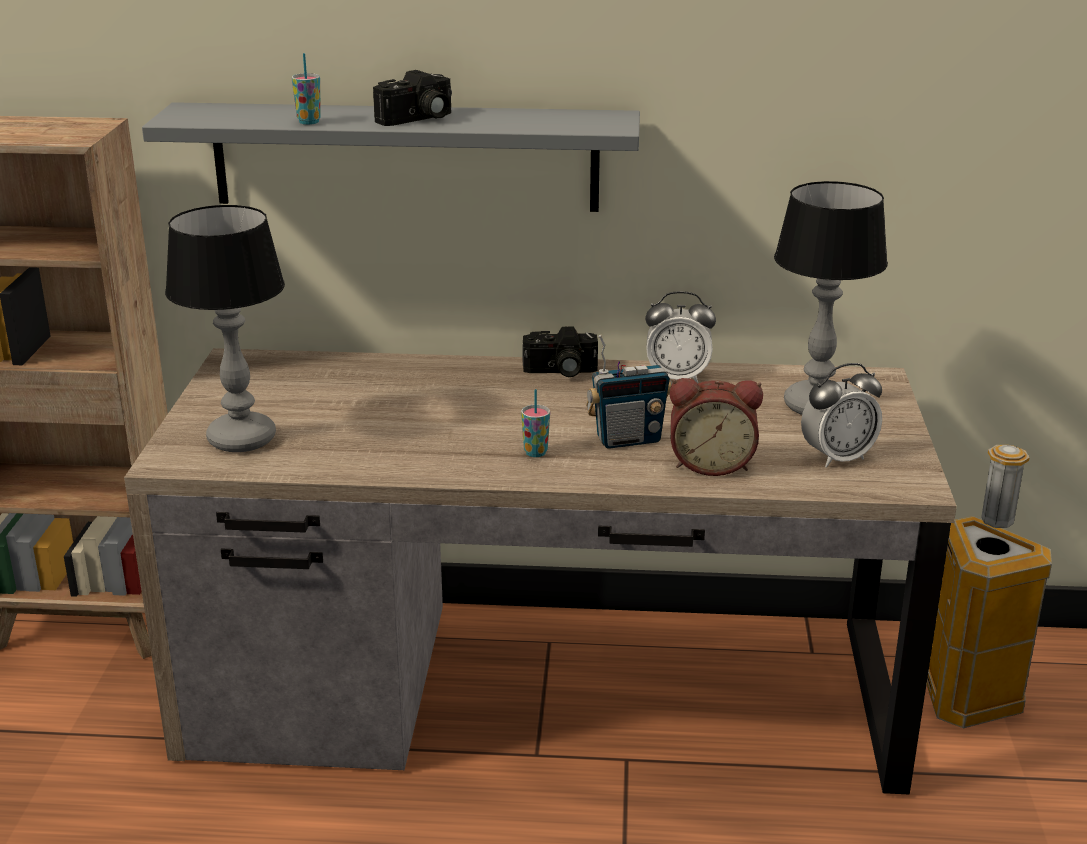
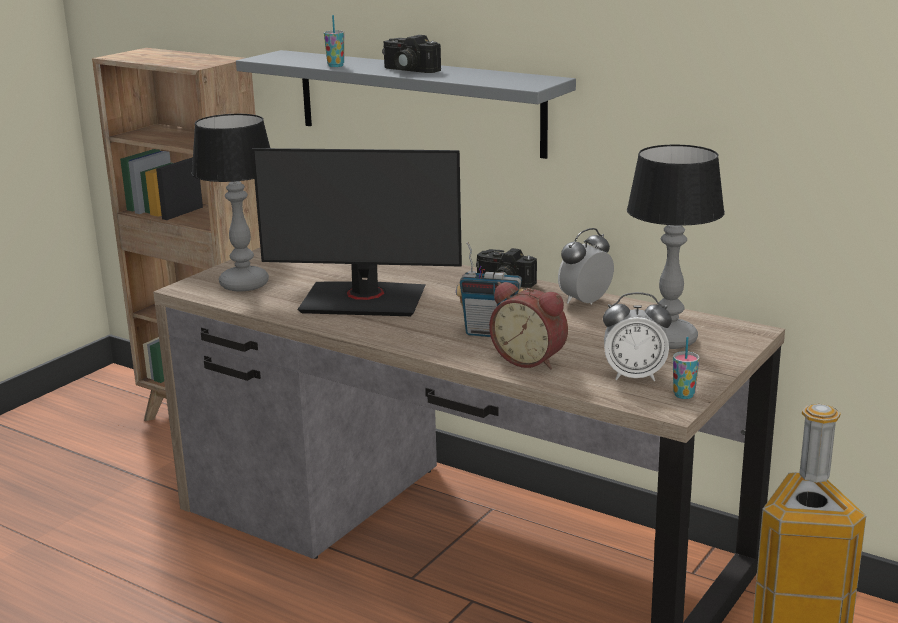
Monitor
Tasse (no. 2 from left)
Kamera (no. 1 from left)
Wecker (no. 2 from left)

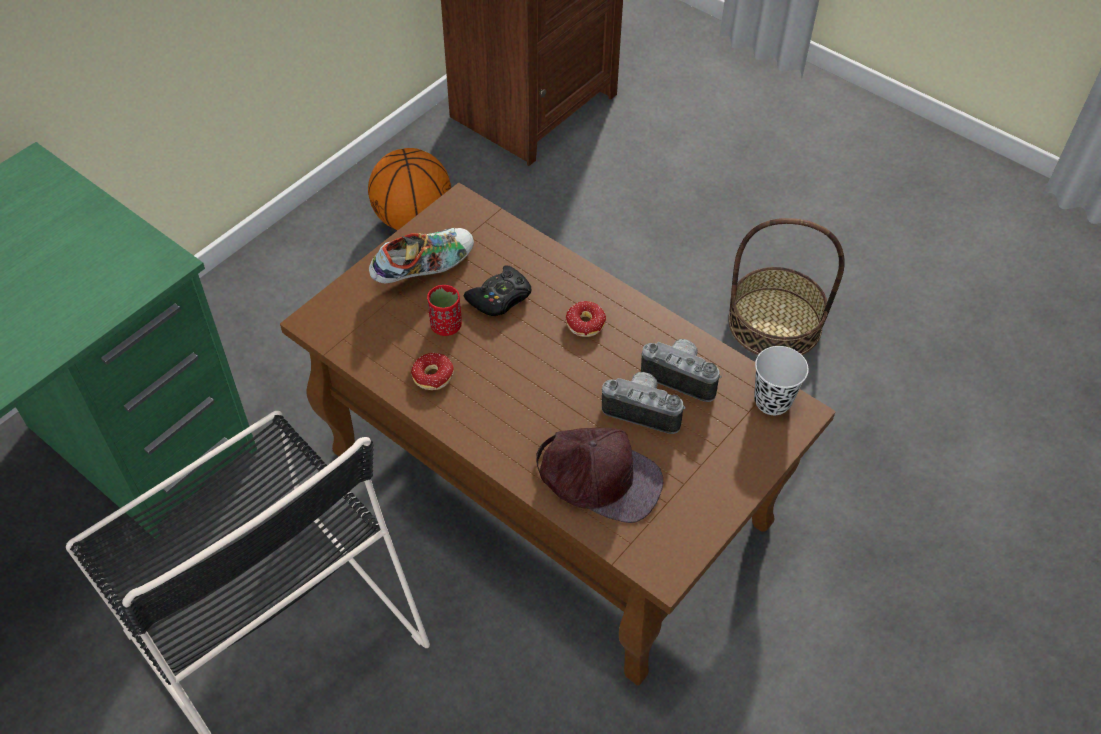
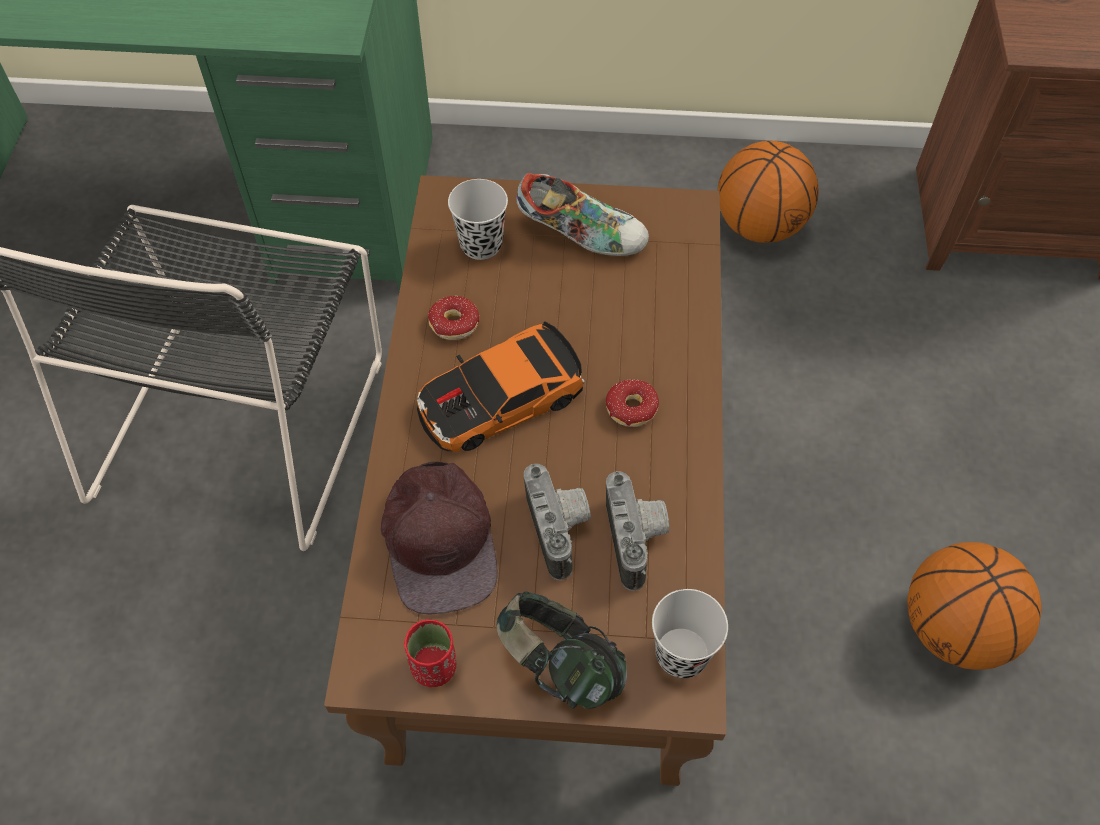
Gamepad/schwarz
Spielzeugauto
Tasse/schwarz (no. 1 from left)
Kopfhörer
Tasse/rot
Basketball (no. 2 from left)

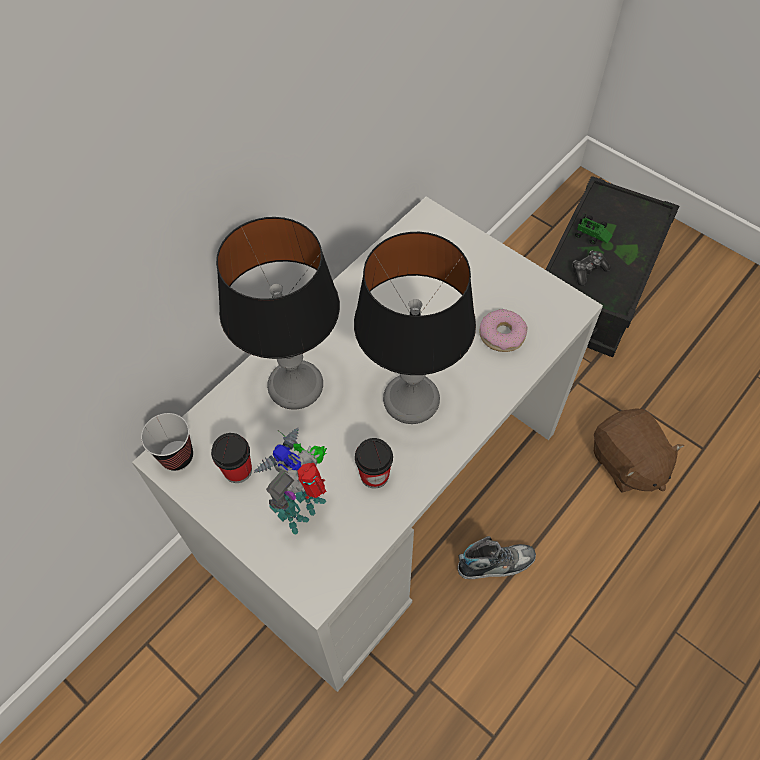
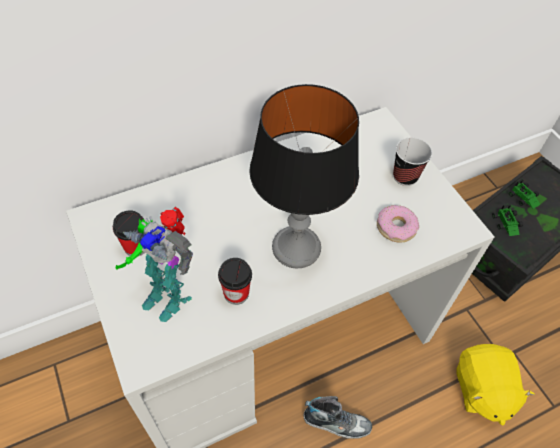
Tischlampe (no. 1 from left in the first image)
Tasse (no. 3 from left)
Spielzeugauto (no. 1 from left)
Plüschtier/gelb
Spielzeugroboter

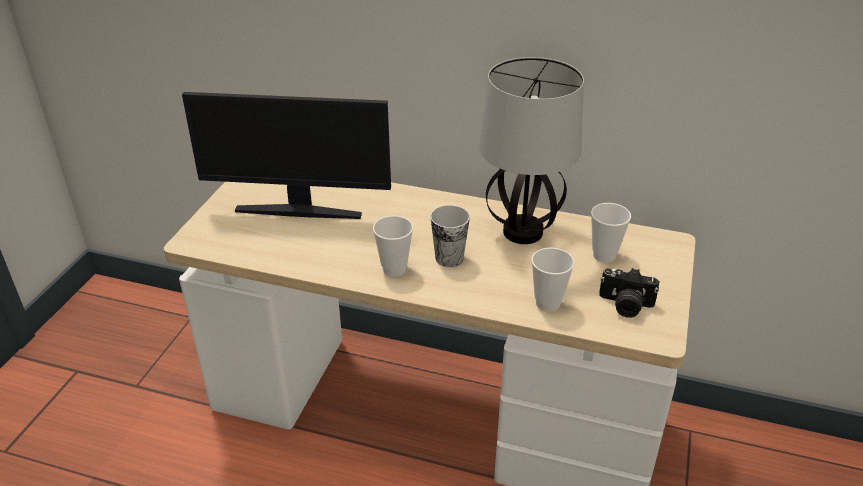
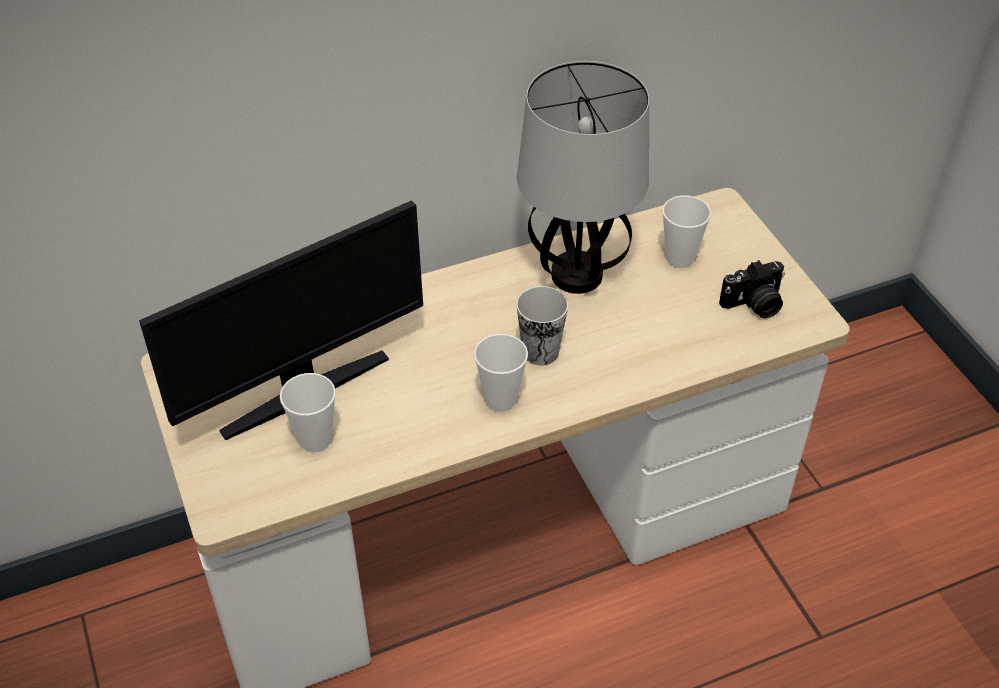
Tasse (no. 1 from left)

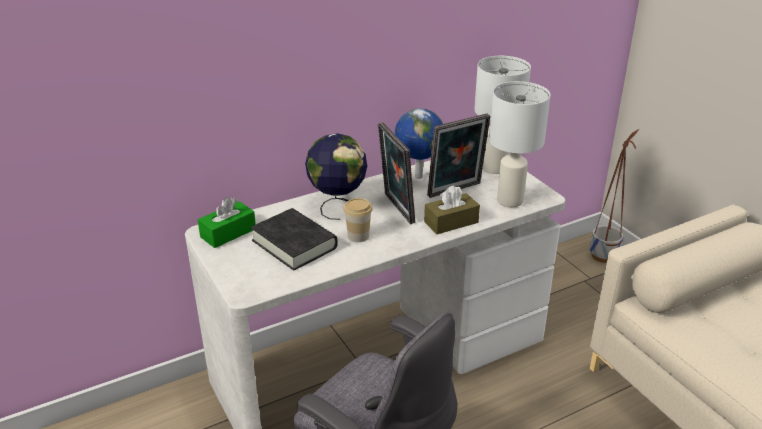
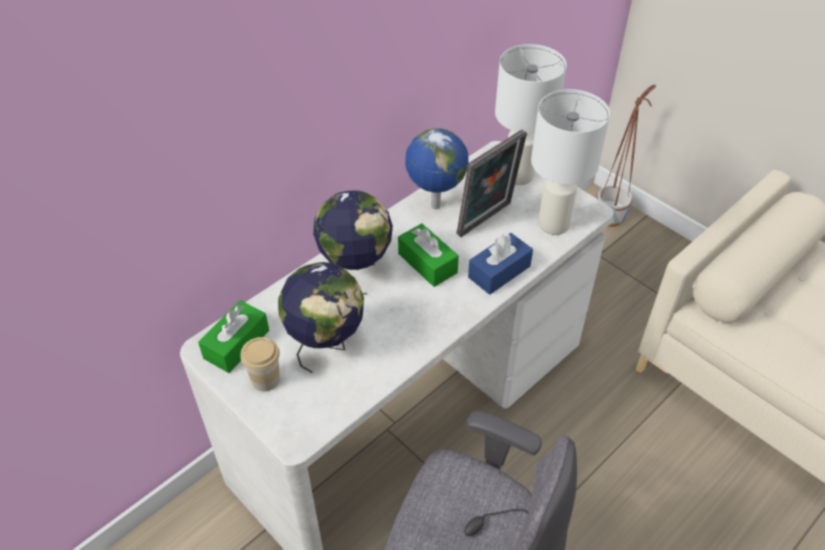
Tasse
Globus (no. 1 from left)
Taschentuchbox/grün (no. 2 from left)
Taschentuchbox/blau

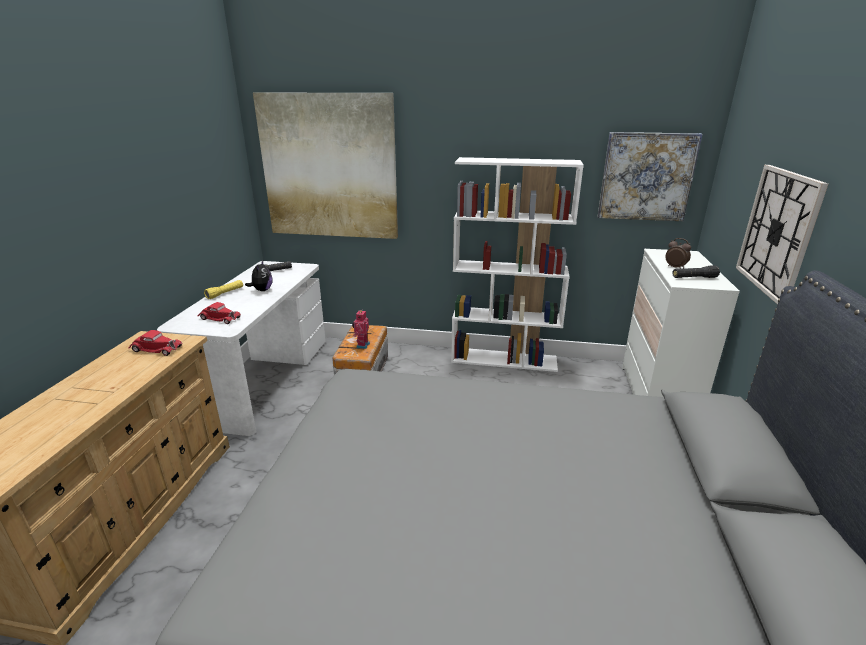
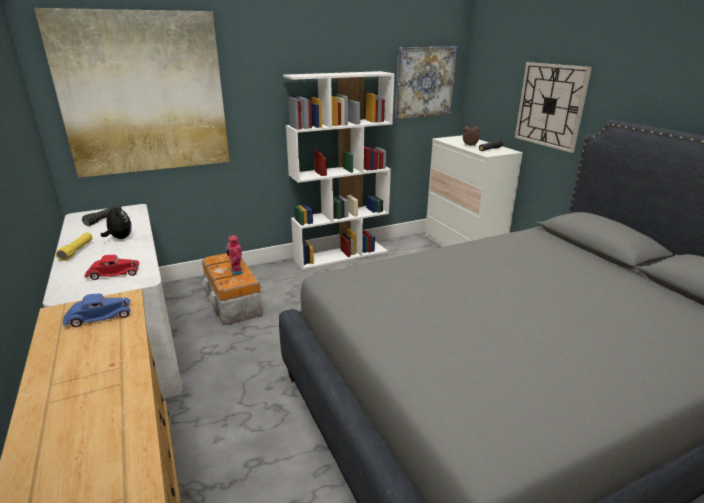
Spielzeugauto/blau

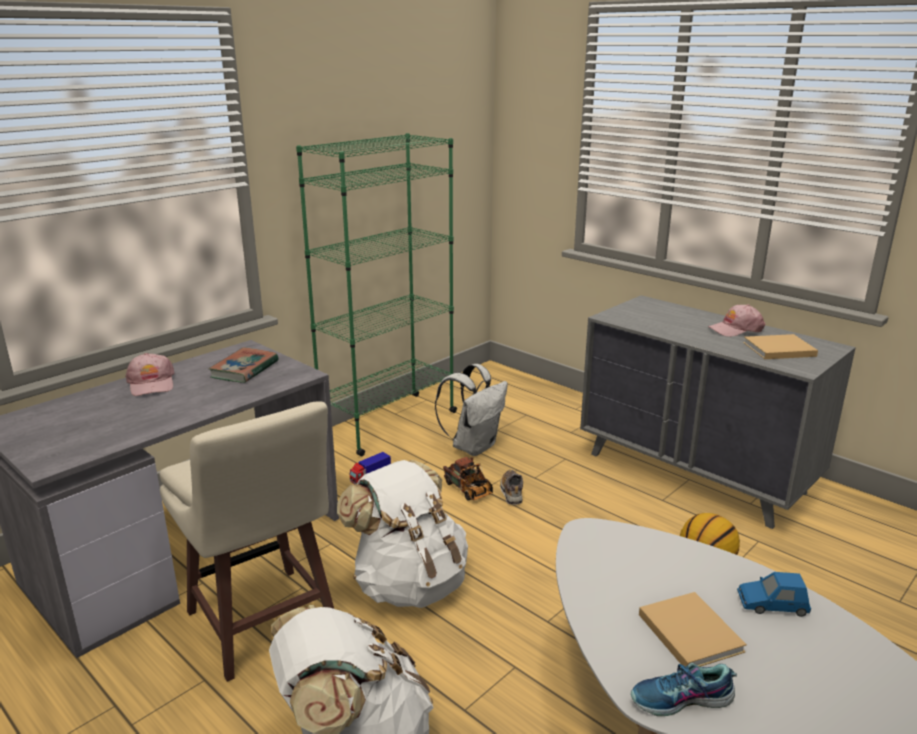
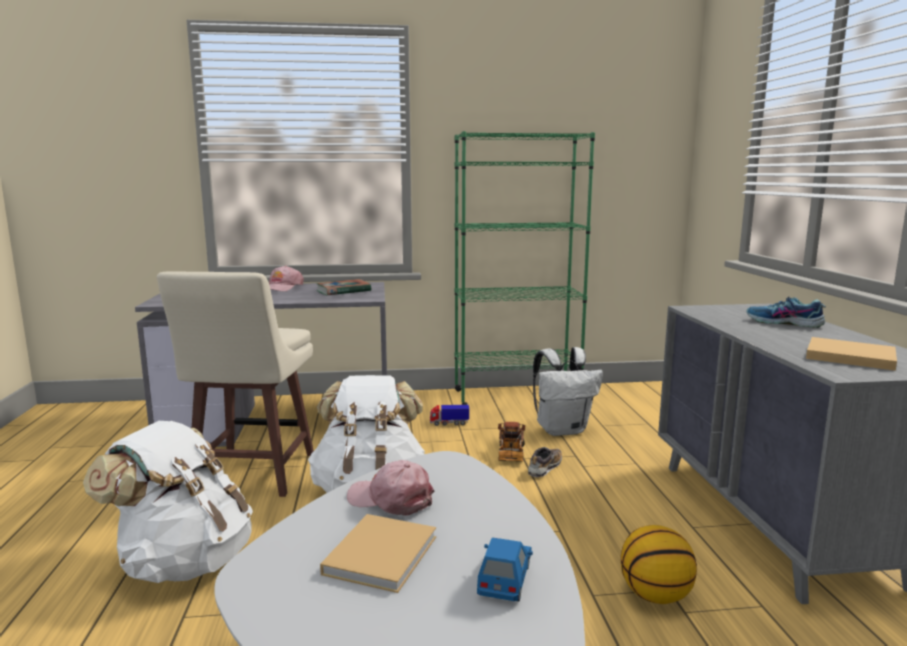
Schuh (no. 2 from left)
Kappe/rosa (no. 2 from left)
Spielzeugauto/blau

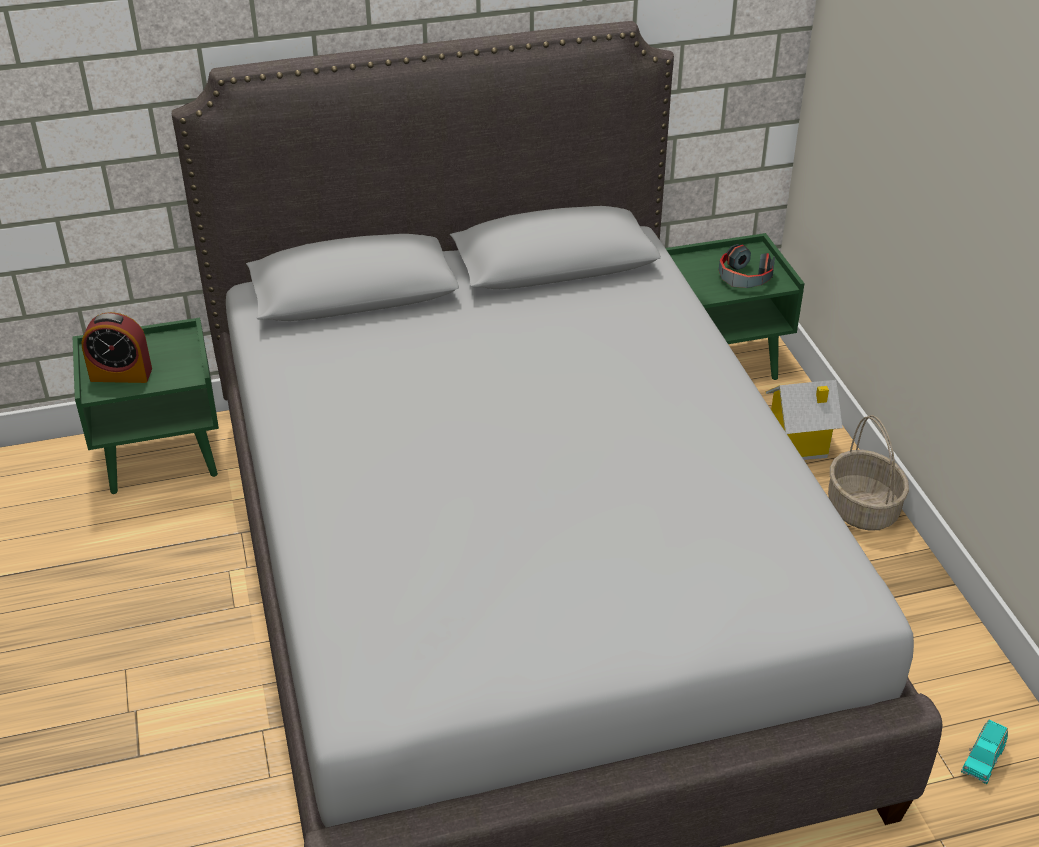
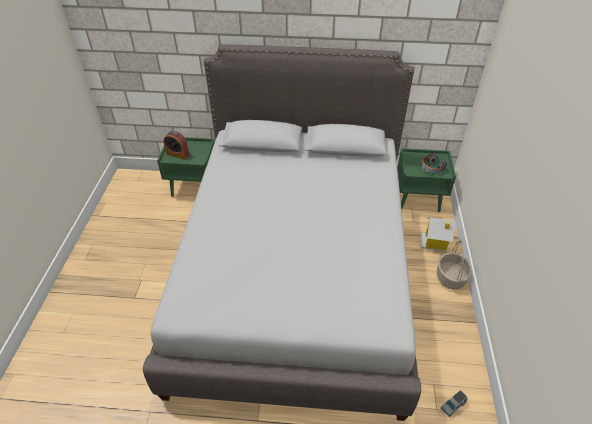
Spielzeugauto/grau

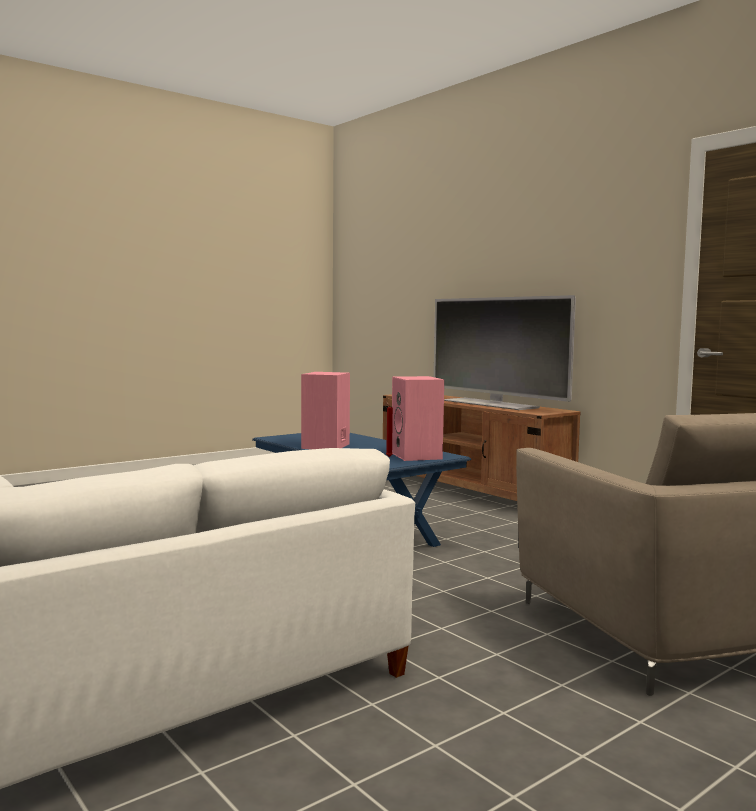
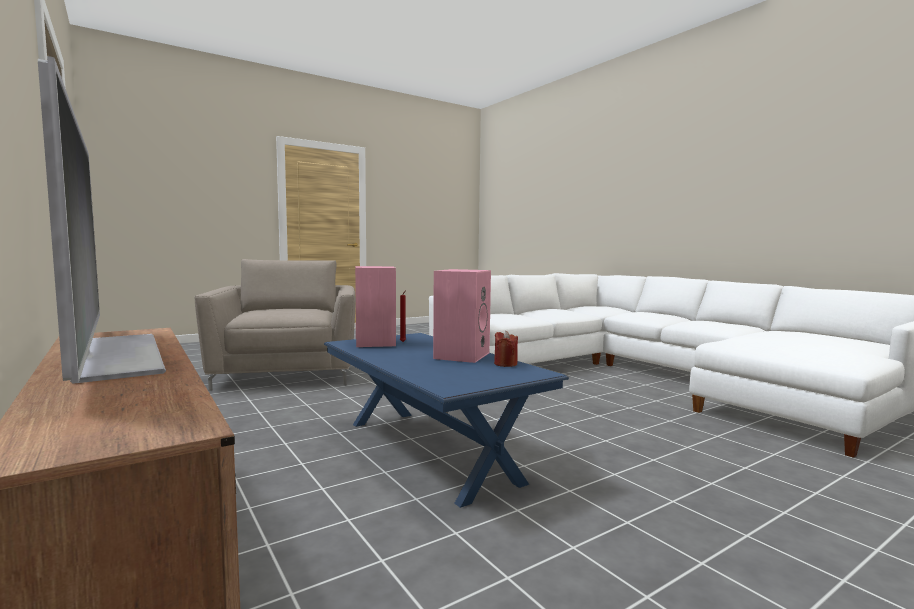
Kerze/rot (no. 2 from left)

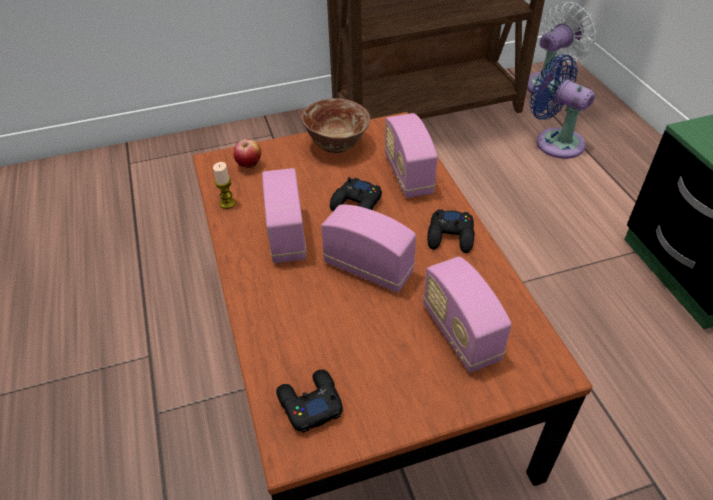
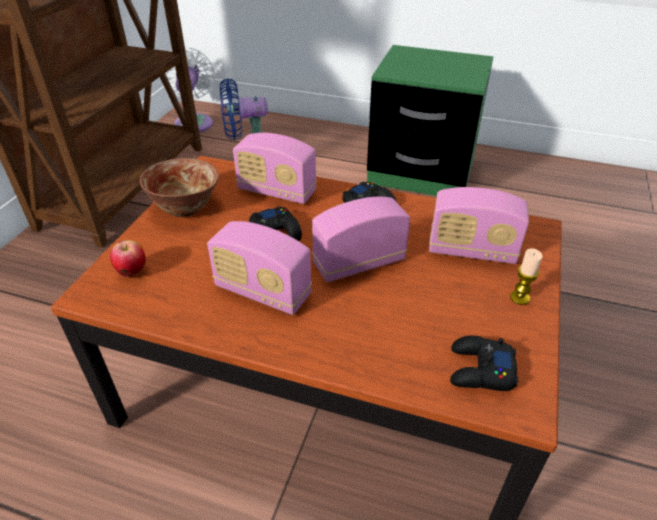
Kerze

